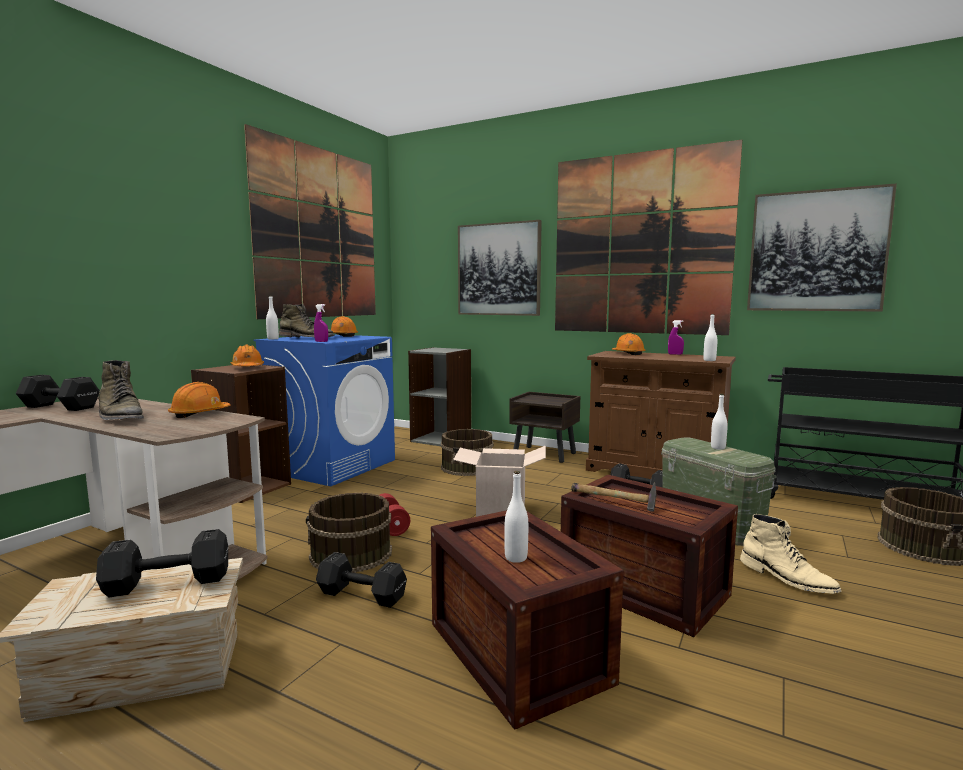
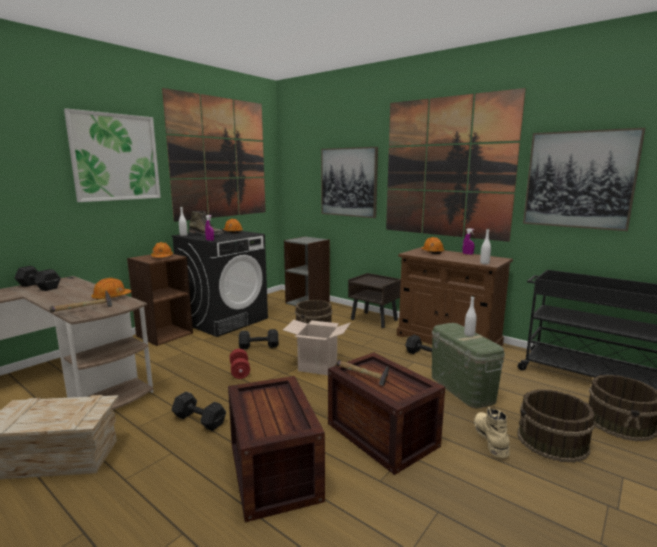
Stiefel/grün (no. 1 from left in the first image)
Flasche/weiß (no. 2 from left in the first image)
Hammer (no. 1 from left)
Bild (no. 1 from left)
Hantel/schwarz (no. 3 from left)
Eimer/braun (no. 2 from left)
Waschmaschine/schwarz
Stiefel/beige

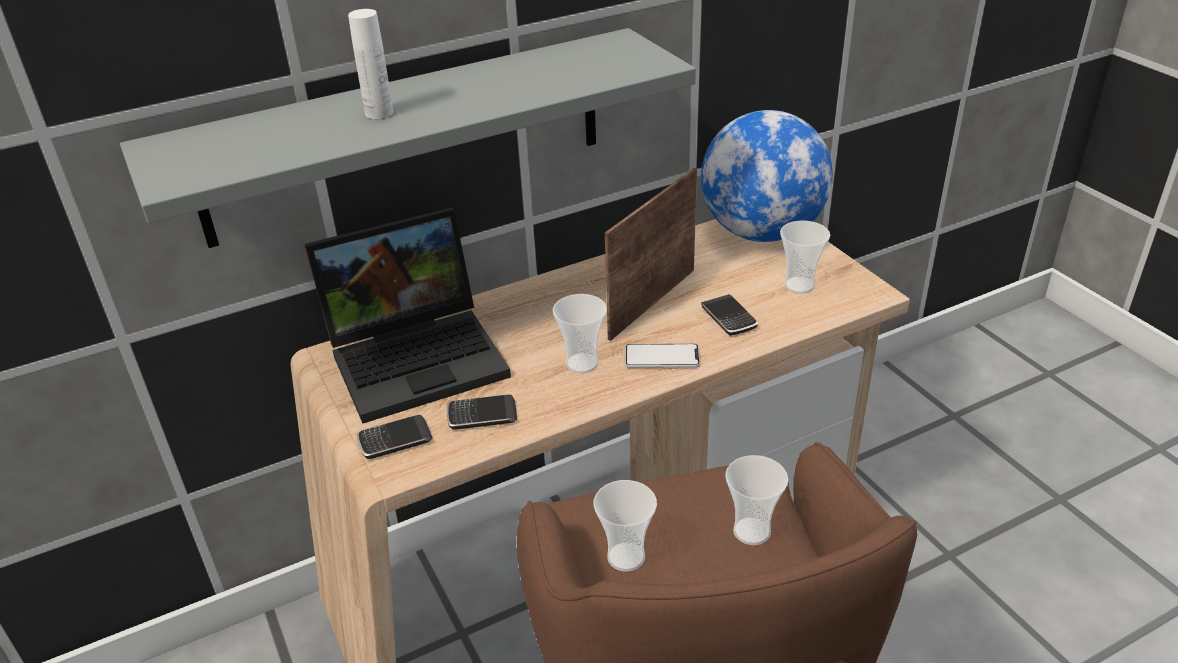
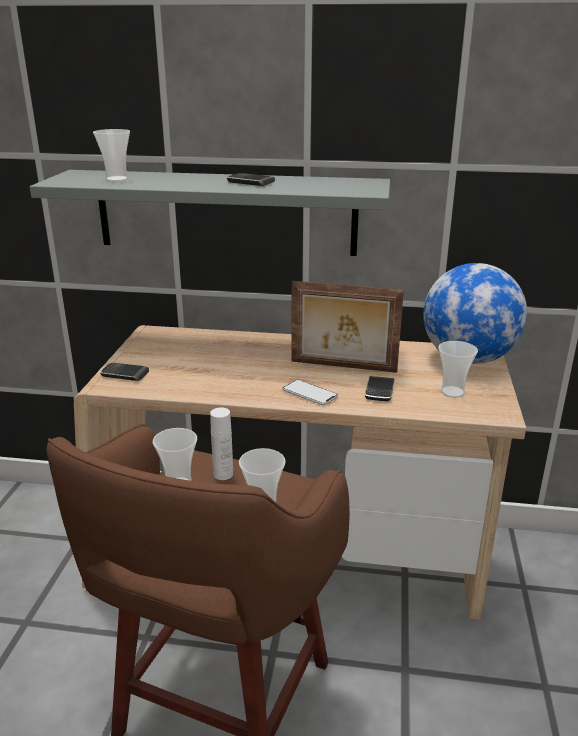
Laptop
Flasche/weiß
Handy (no. 2 from left)
Tasse (no. 1 from left)
Bilderrahmen

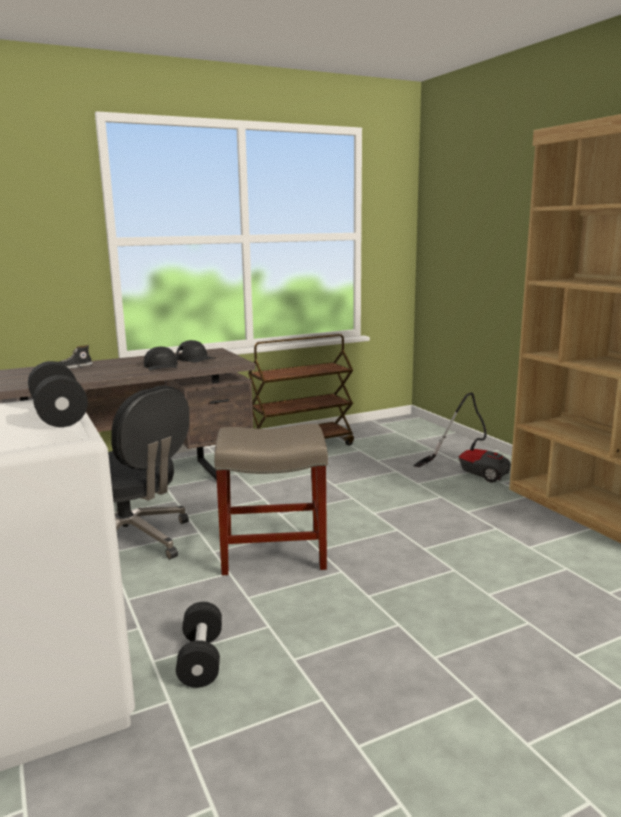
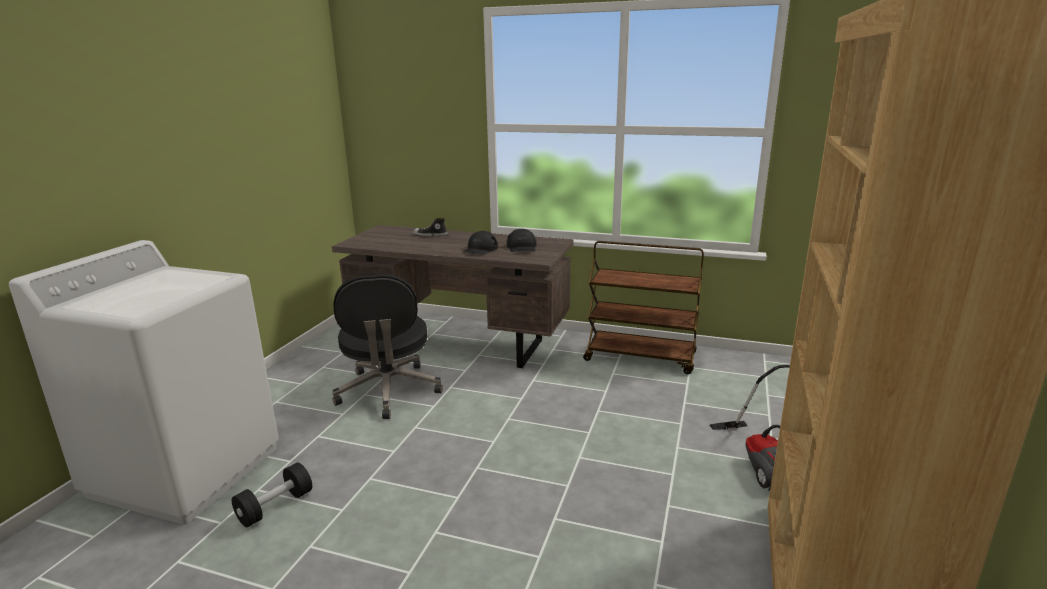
Hantel/schwarz (no. 1 from left in the first image)
Hocker/beige

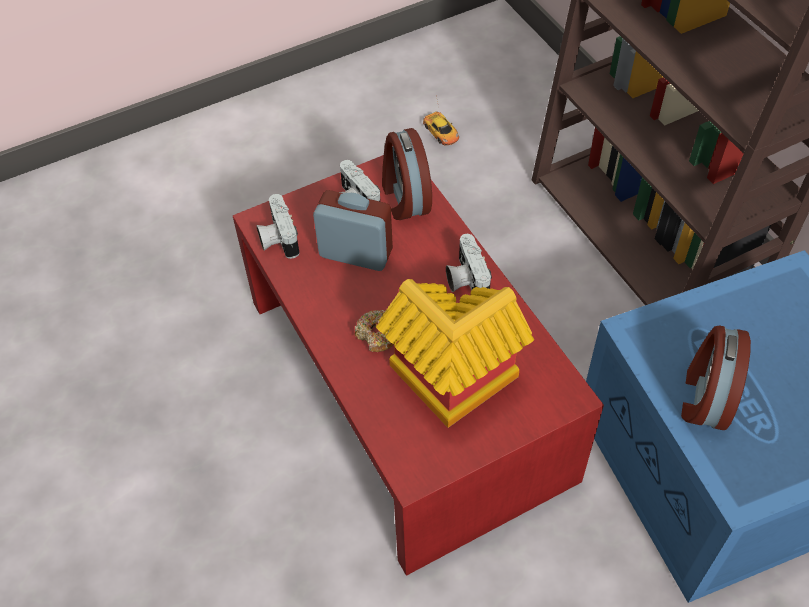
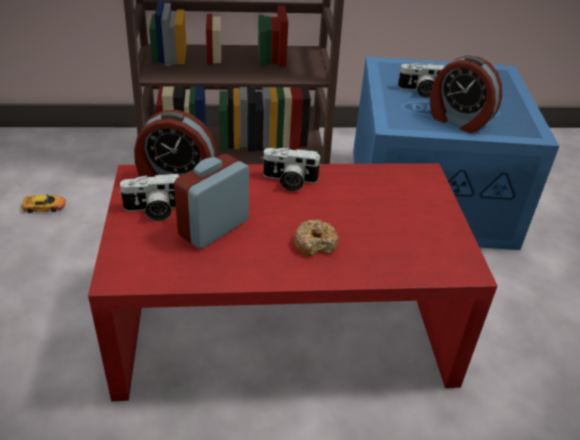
Spielzeughaus
Kamera (no. 3 from left)

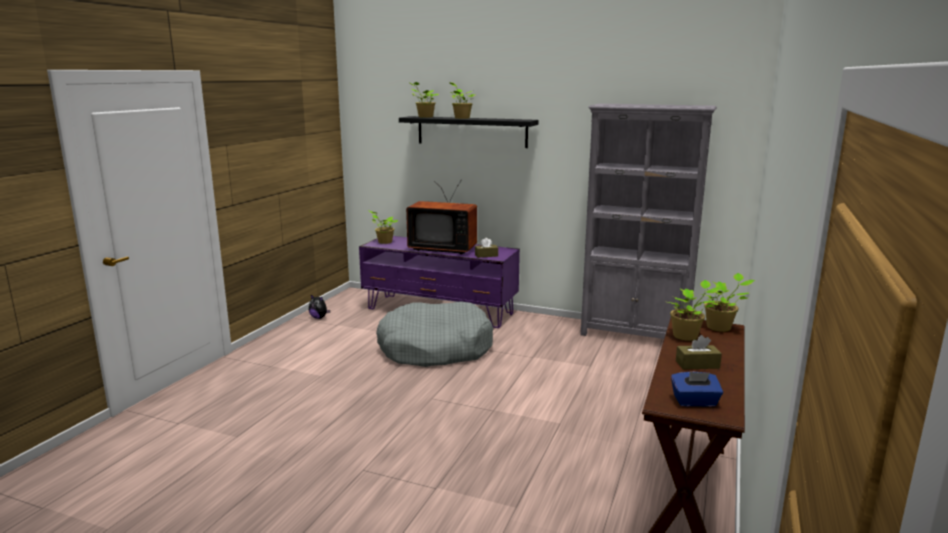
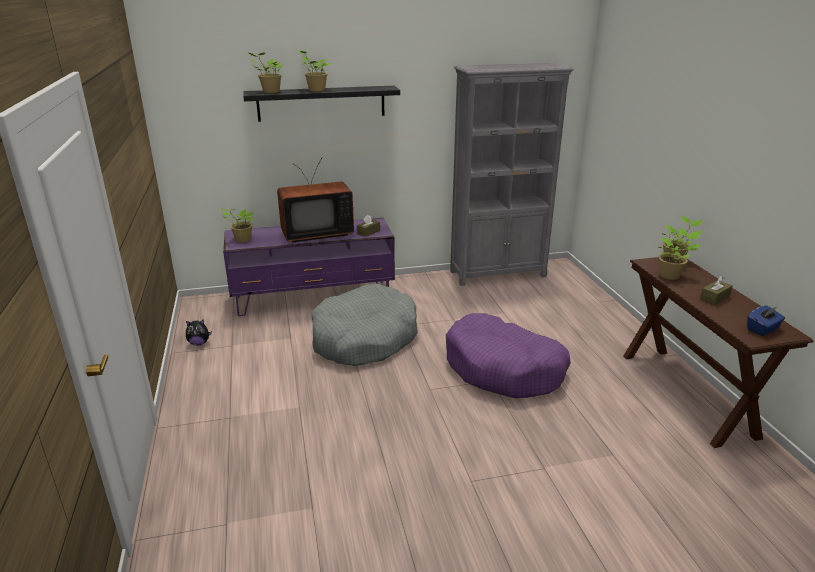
Hundebett/lila

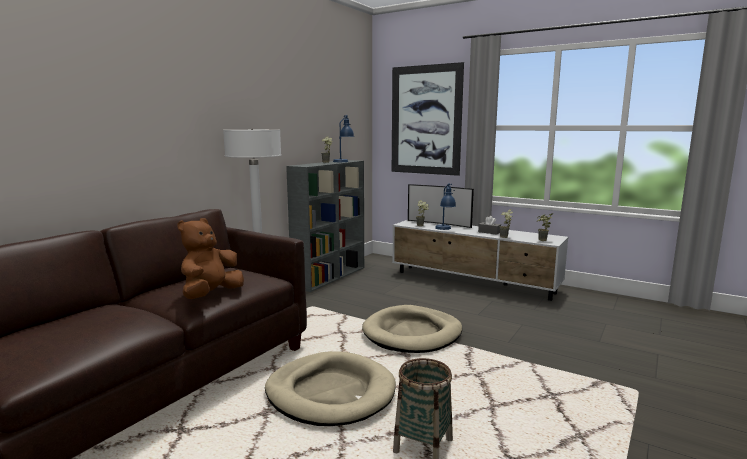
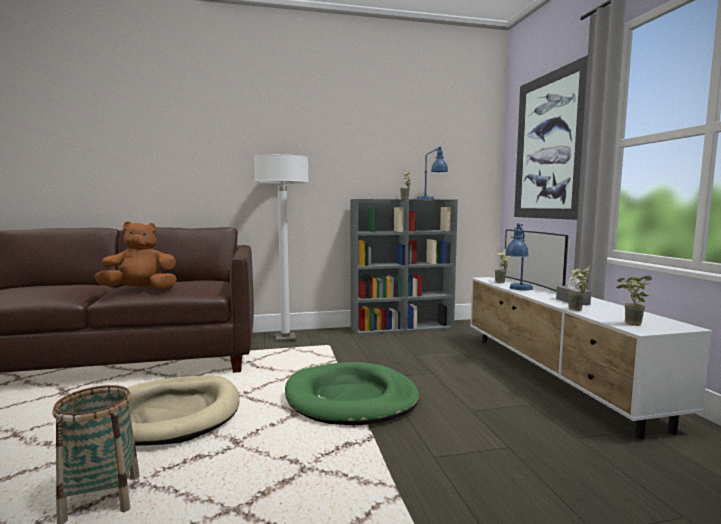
Hundebett/grün

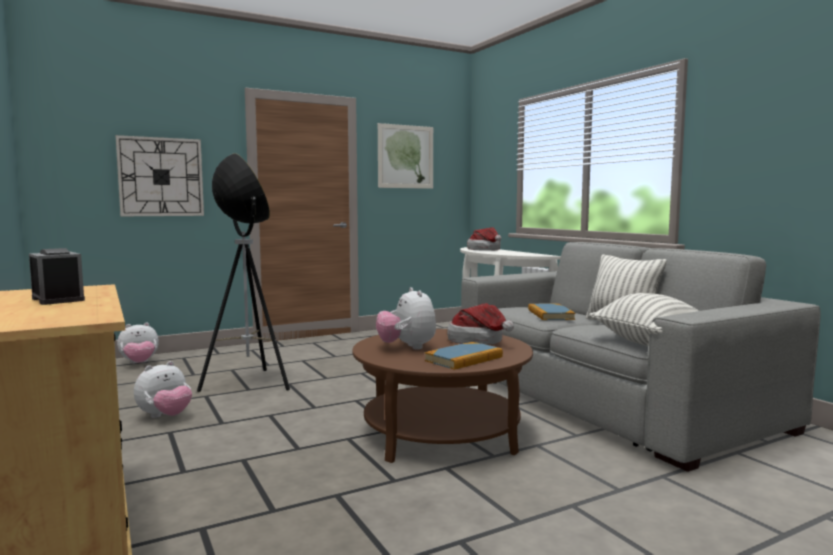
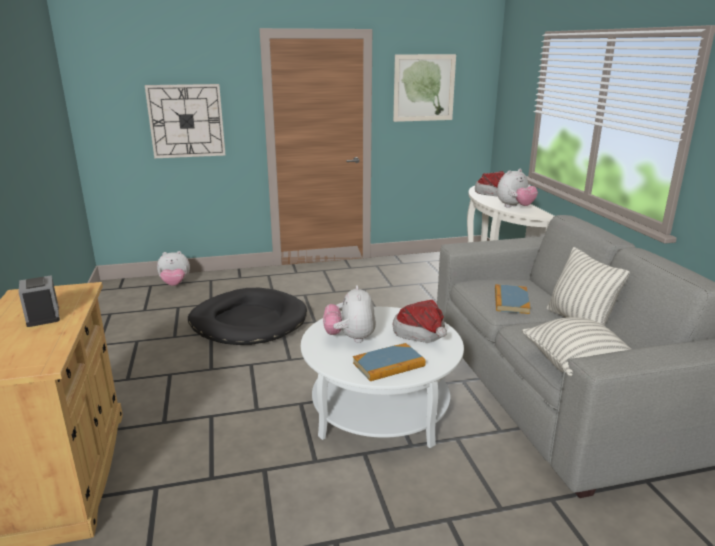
Plüschtier (no. 3 from left)
Hundebett/schwarz
Couchtisch/weiß

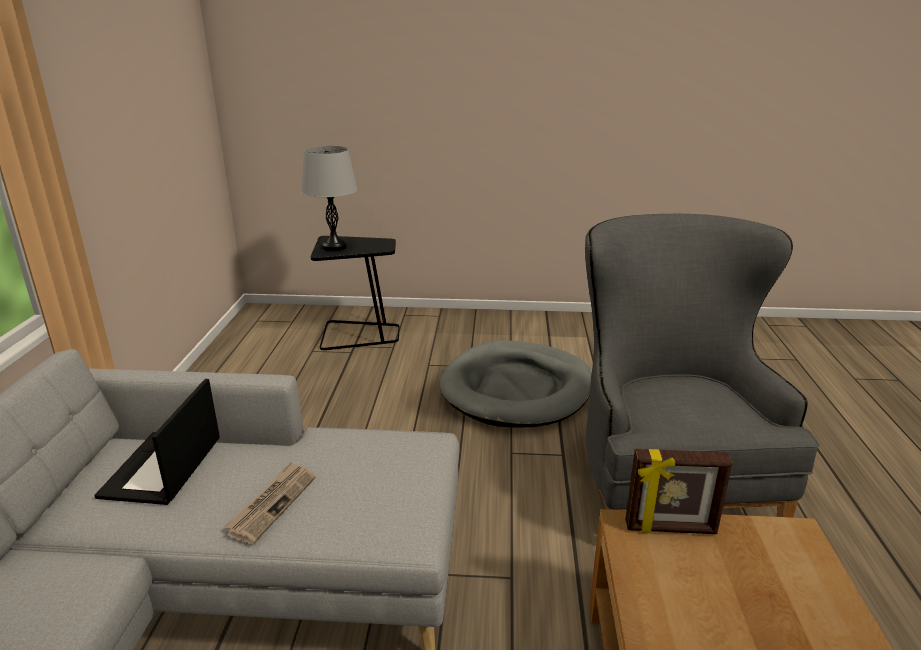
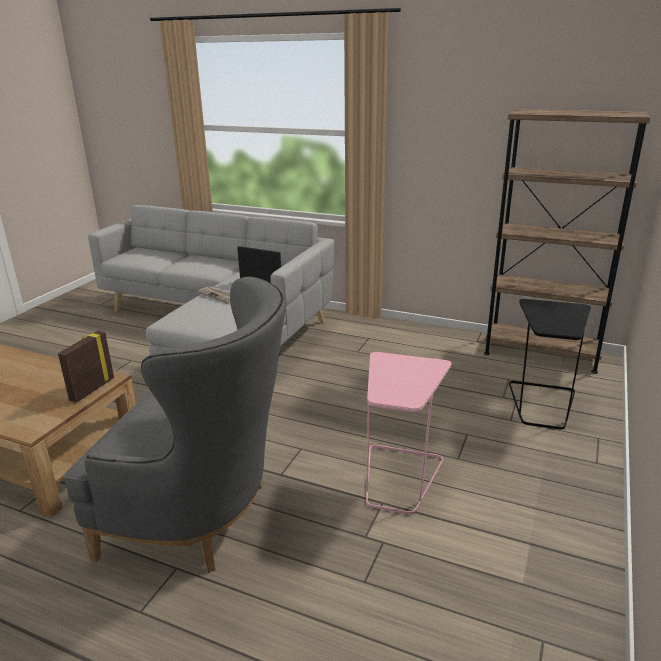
Tischlampe/grau
Bücherregal/braun
Beistelltisch/rosa

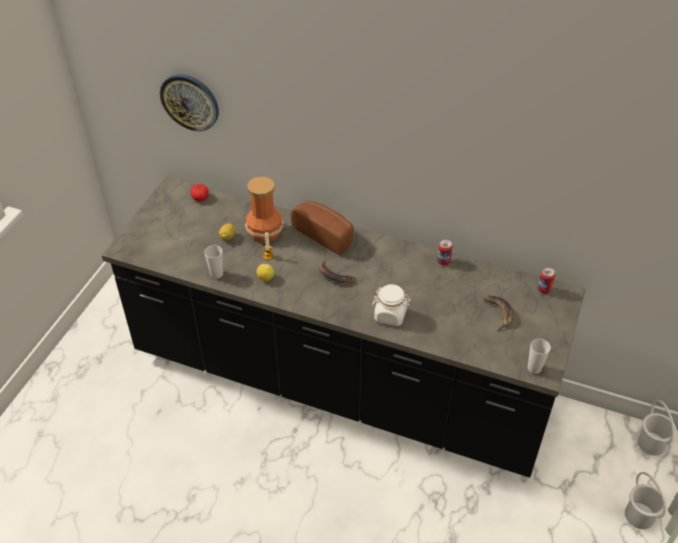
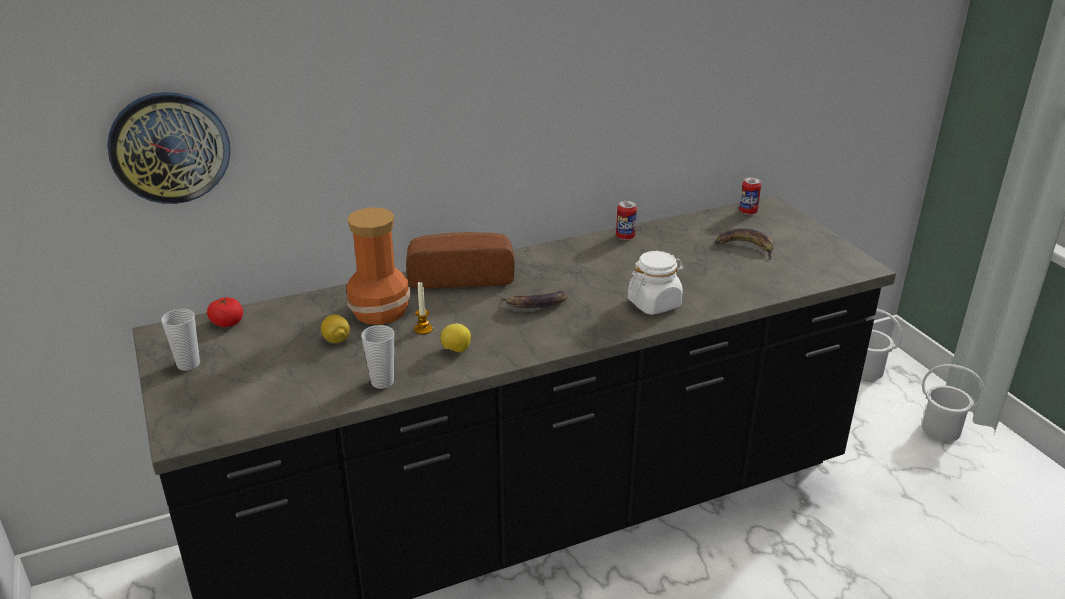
Tasse (no. 1 from left)

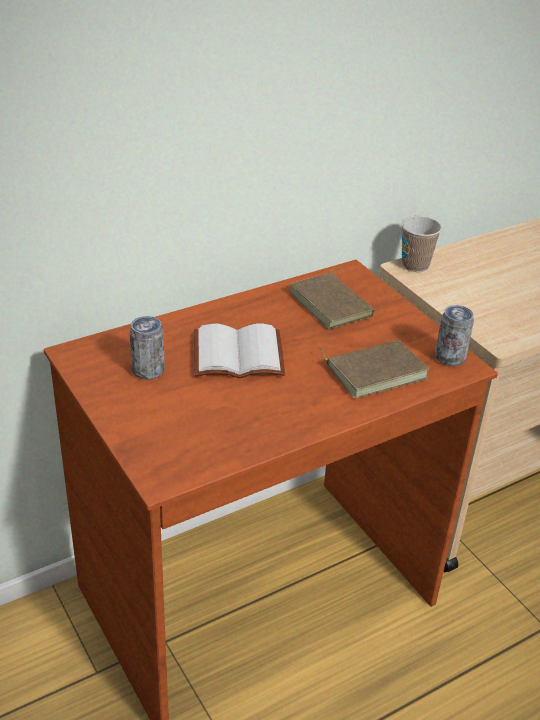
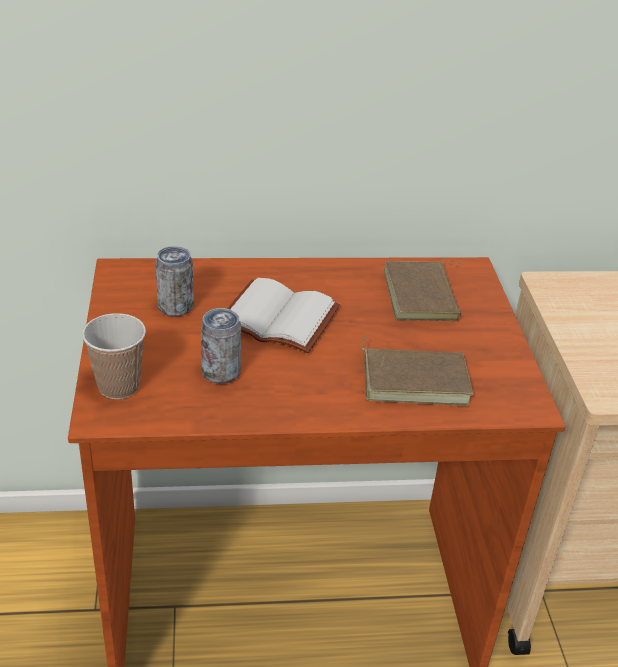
Tasse
Dose (no. 2 from left)

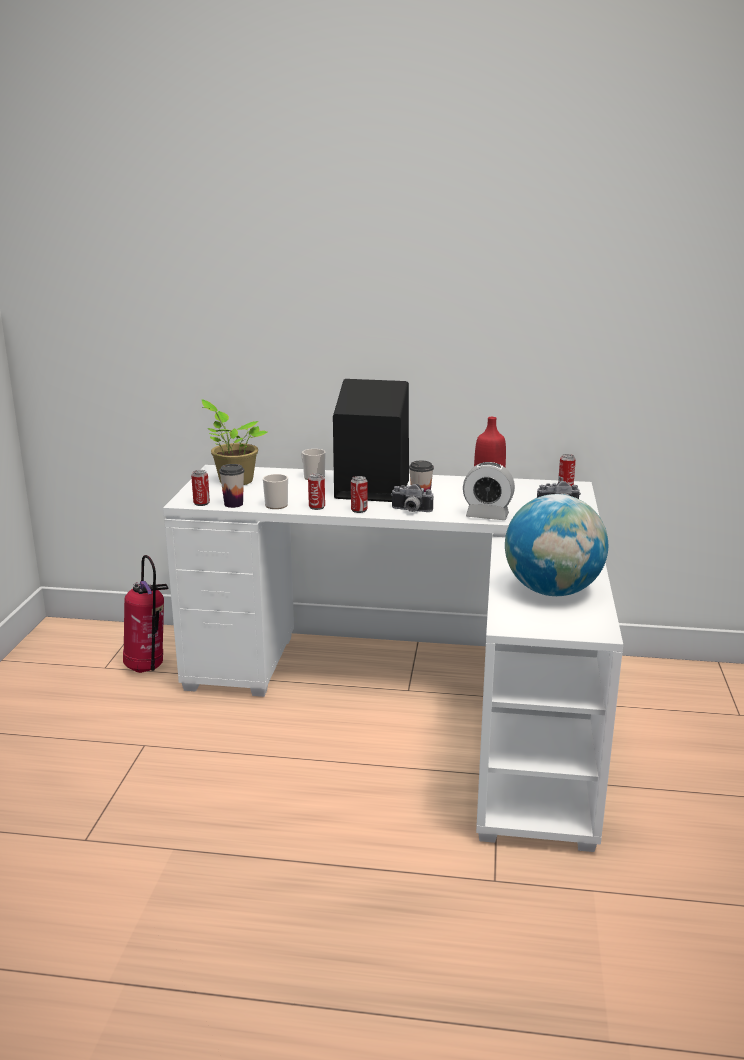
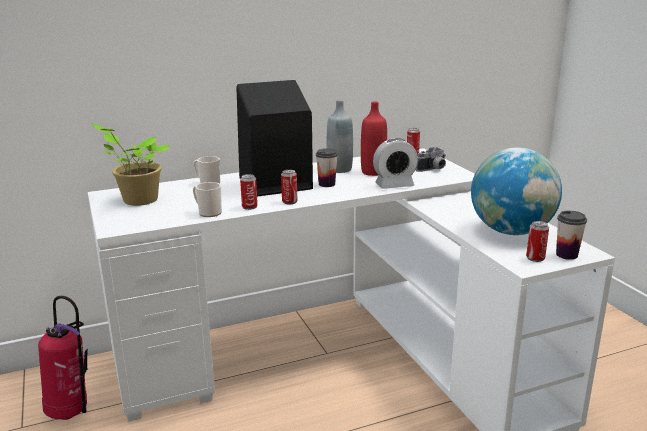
Kamera (no. 1 from left in the first image)
Flasche/grau
Dose (no. 4 from left)
Tasse (no. 2 from left)

